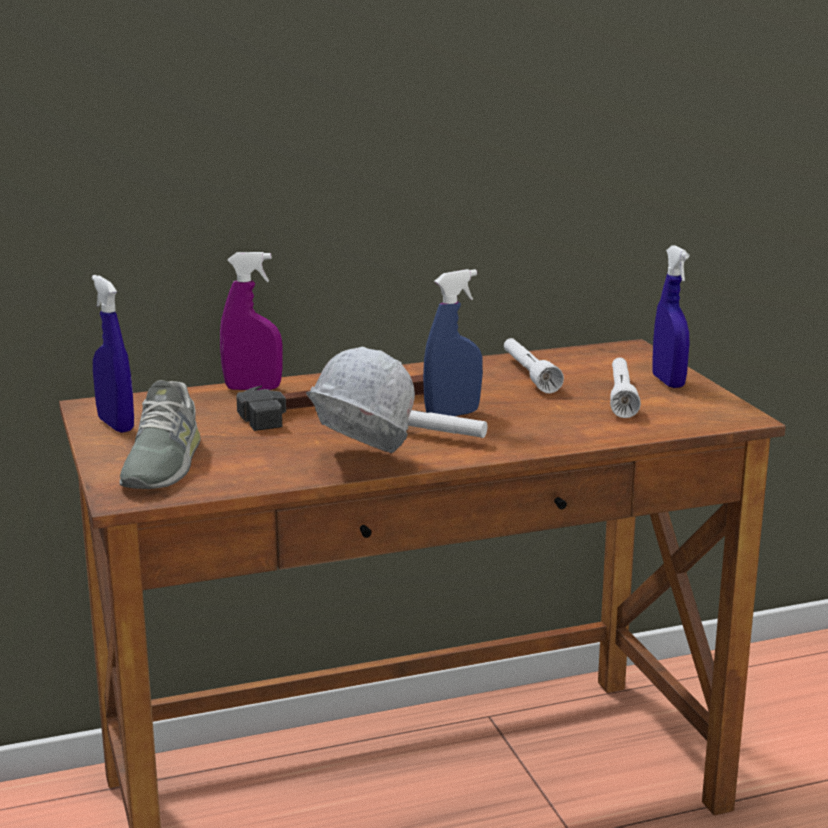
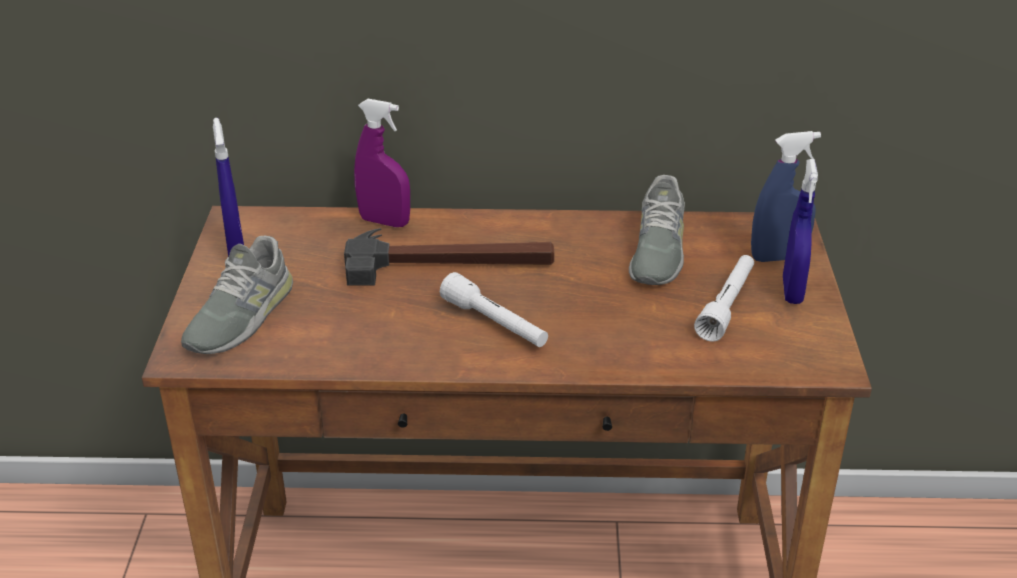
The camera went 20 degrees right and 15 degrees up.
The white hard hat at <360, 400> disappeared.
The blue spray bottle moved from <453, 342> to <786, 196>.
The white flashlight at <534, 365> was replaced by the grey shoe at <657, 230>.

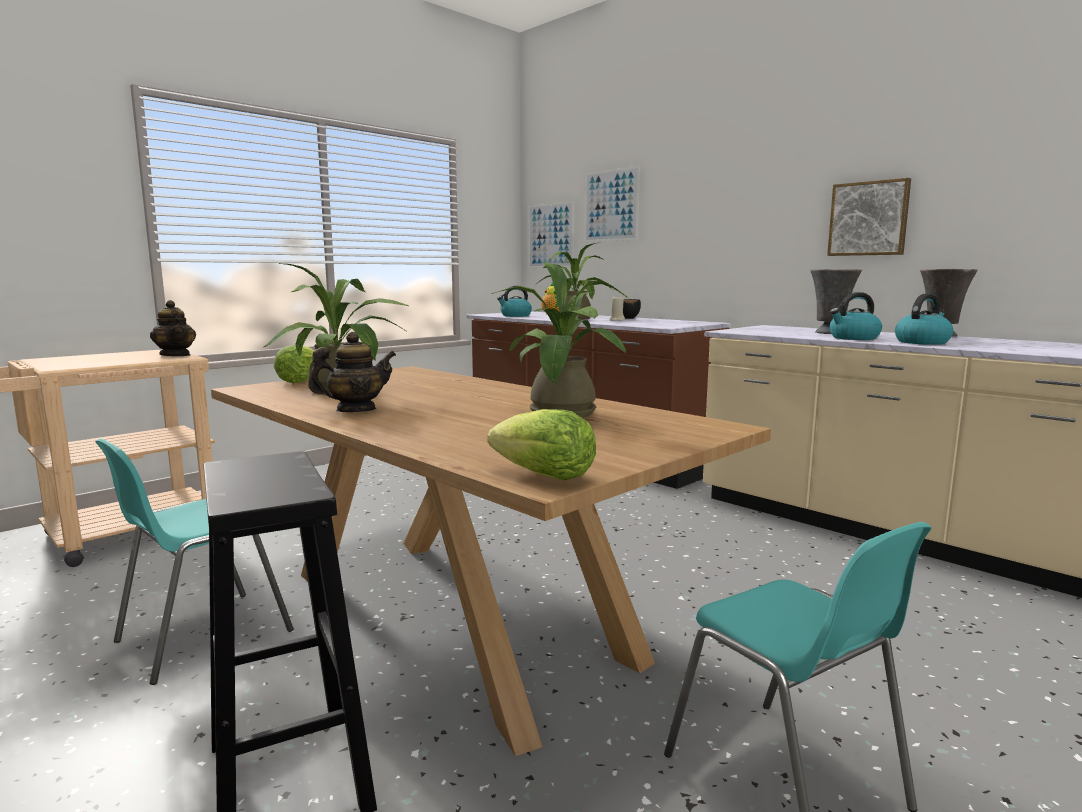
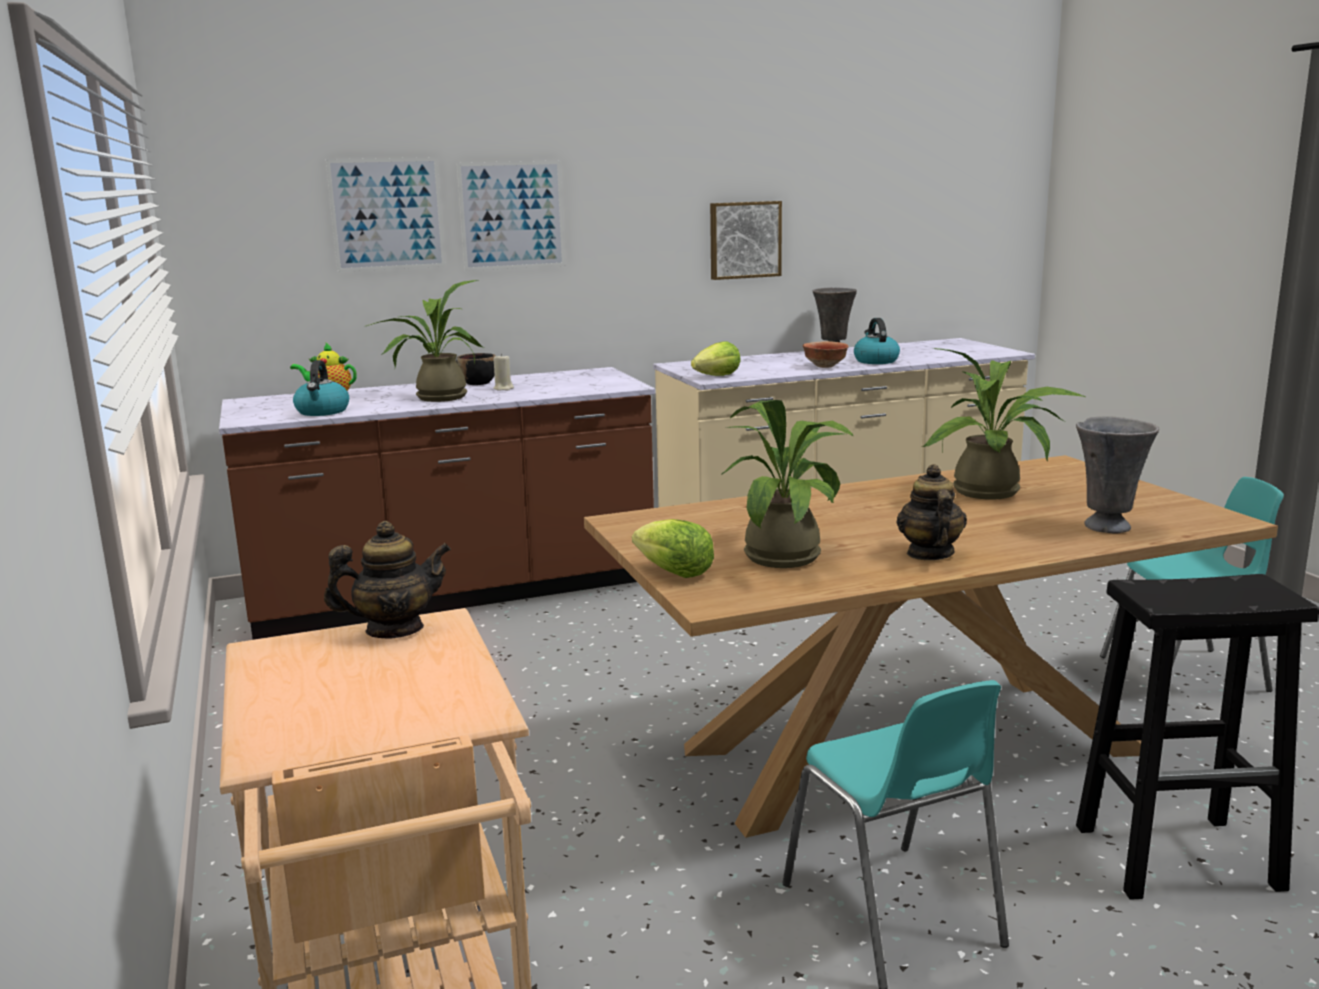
The camera went 65 degrees left and 5 degrees up.
The lettuce moved from <541, 444> to <716, 358>.
The picture moved from <551, 234> to <511, 216>.
The grey vase moved from <836, 301> to <1117, 474>.
The kettle at <855, 316> was replaced by the bowl at <826, 354>.

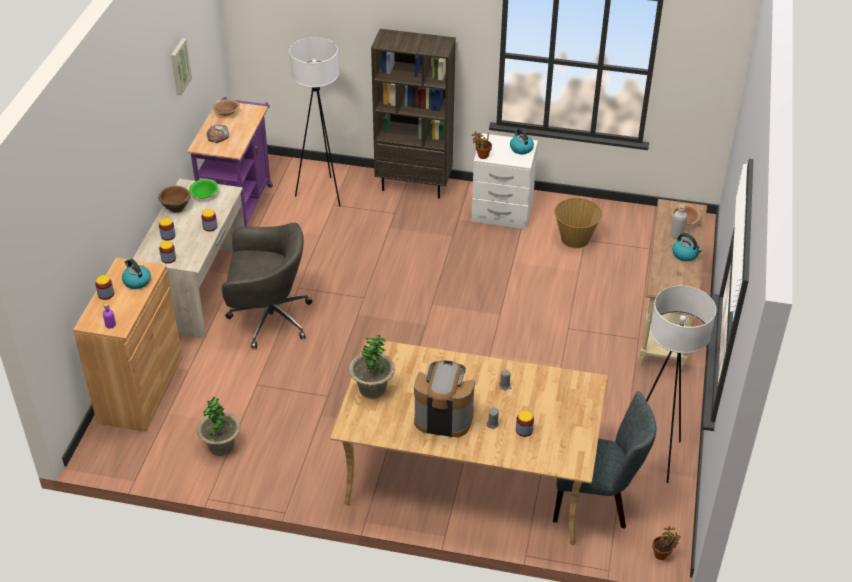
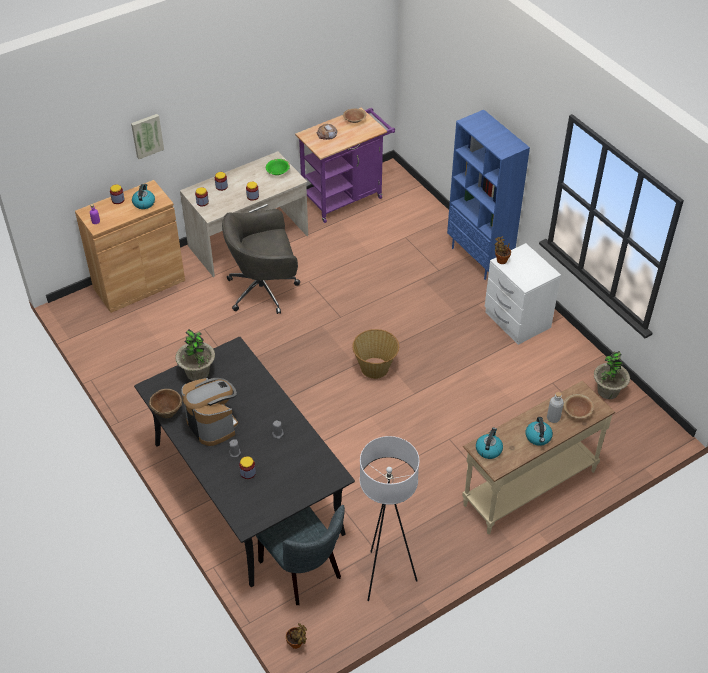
The camera went 45 degrees right and 5 degrees up.
The brown bowl moved from <174, 199> to <165, 403>.
The picture moved from <181, 66> to <147, 136>.
The potted plant moved from <219, 426> to <612, 375>.
The grey office chair at <267, 286> turned 120 degrees clockwise.
The white floor lamp at <315, 121> disappeared.
The beige dining table at <469, 441> became the black dining table at <244, 461>.
The brown bookcase at <413, 114> became the blue bookcase at <488, 195>.
The kettle moved from <522, 141> to <489, 443>.
The basket moved from <578, 223> to <375, 354>.

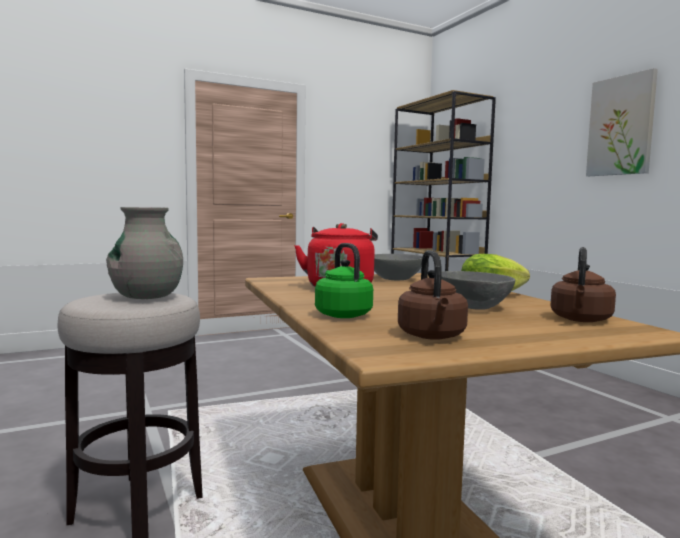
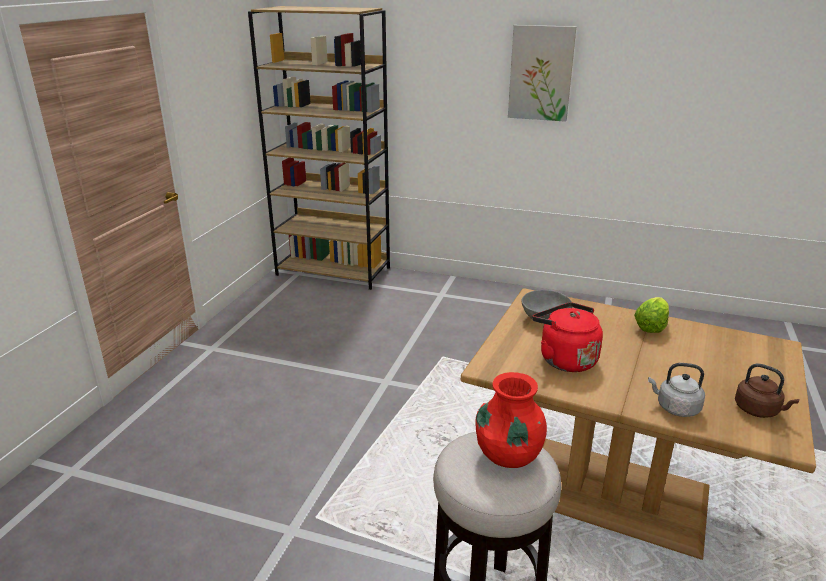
The camera went 45 degrees left and 20 degrees up.
The grey vase at <144, 253> became the red vase at <511, 420>.
The green kettle at <344, 280> became the grey kettle at <676, 390>.
The grey bowl at <478, 290> disappeared.
The brown kettle at <583, 284> disappeared.

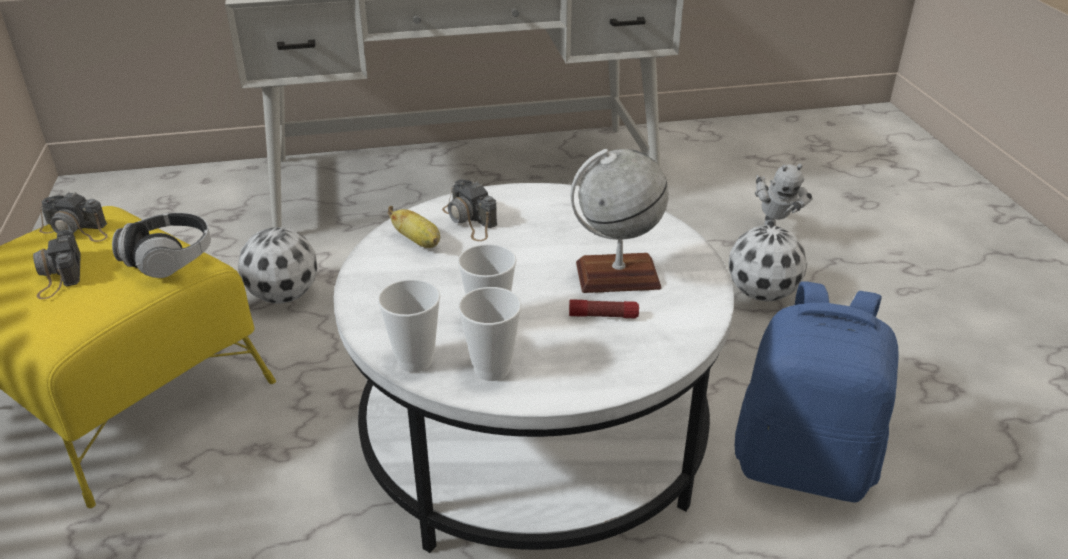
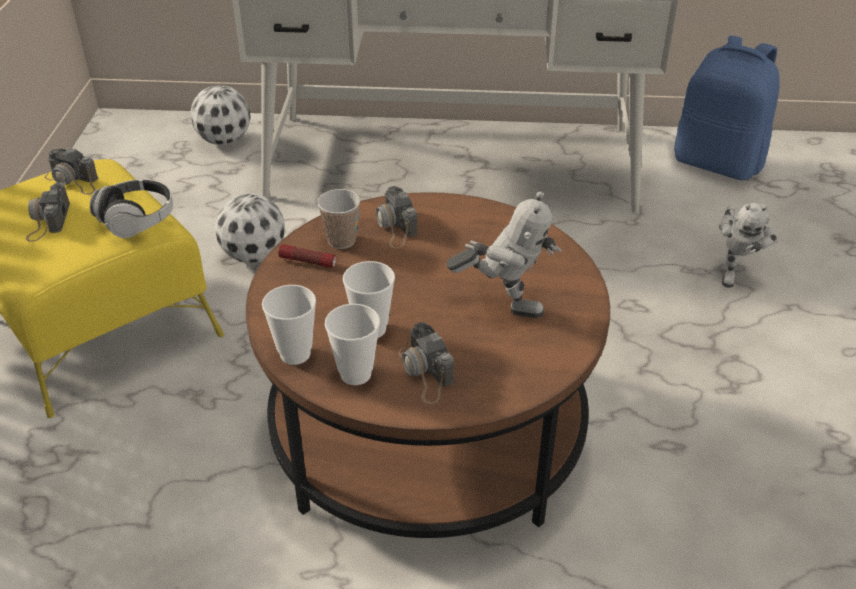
The camera went 15 degrees right and 5 degrees up.
The white coffee table at <534, 368> became the brown coffee table at <428, 365>.
The banana at <414, 227> was replaced by the cup at <338, 219>.
The flashlight moved from <604, 308> to <307, 256>.
The globe at <620, 221> was replaced by the toy robot at <503, 254>.
The football moved from <768, 263> to <220, 115>.
The blue backpack moved from <817, 391> to <727, 108>.
The photo camera at <426, 363> appeared.

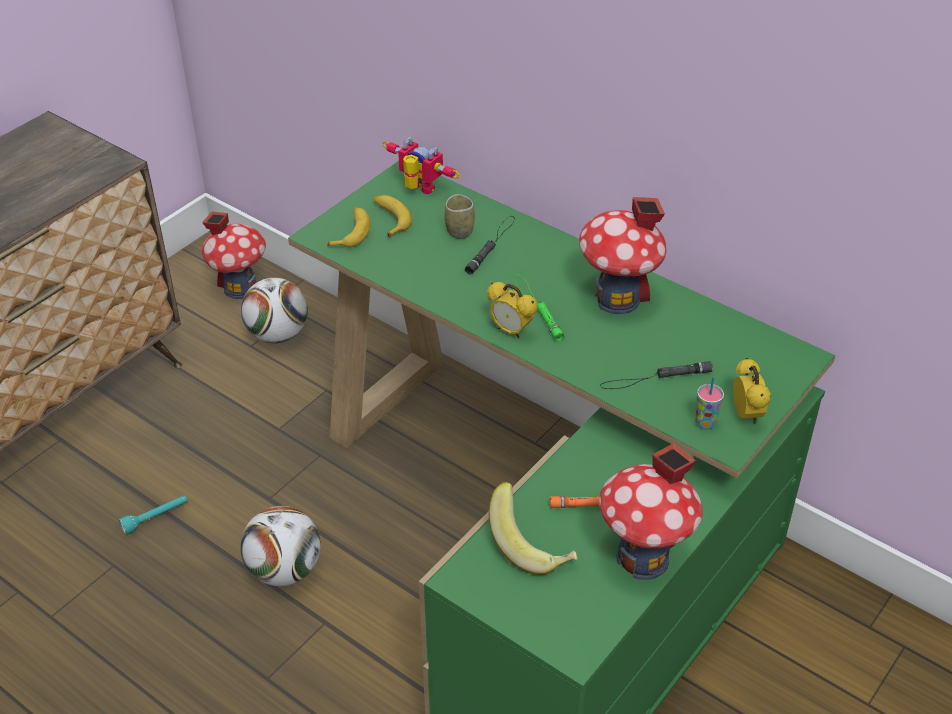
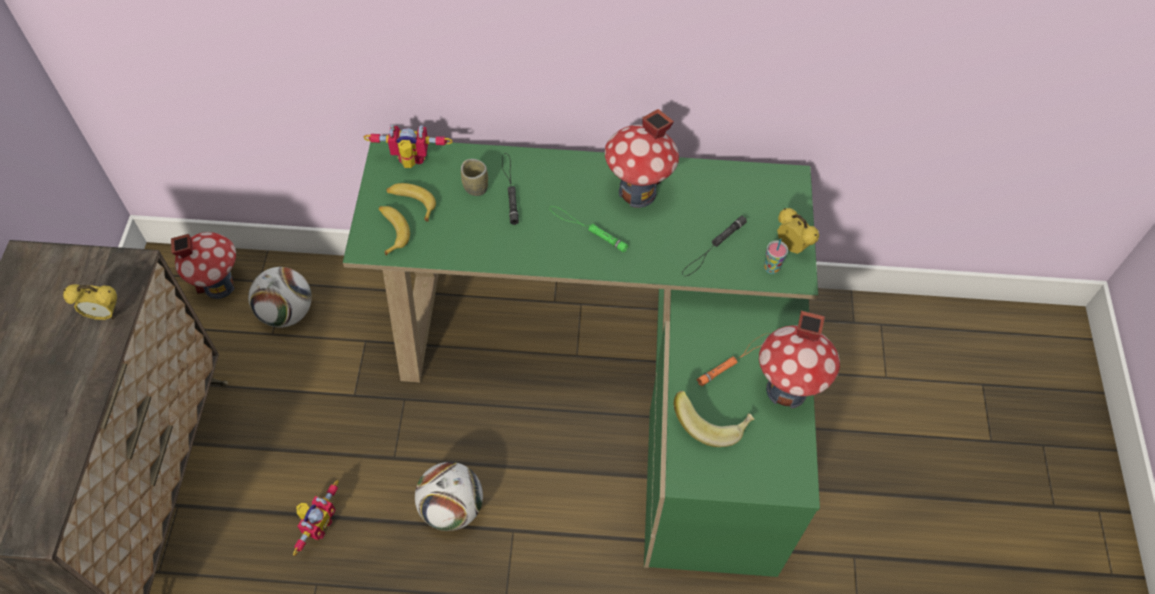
The camera went 35 degrees left and 15 degrees up.
The turquoise flashlight at <153, 515> was replaced by the toy robot at <316, 518>.
The alarm clock moved from <512, 310> to <90, 302>.

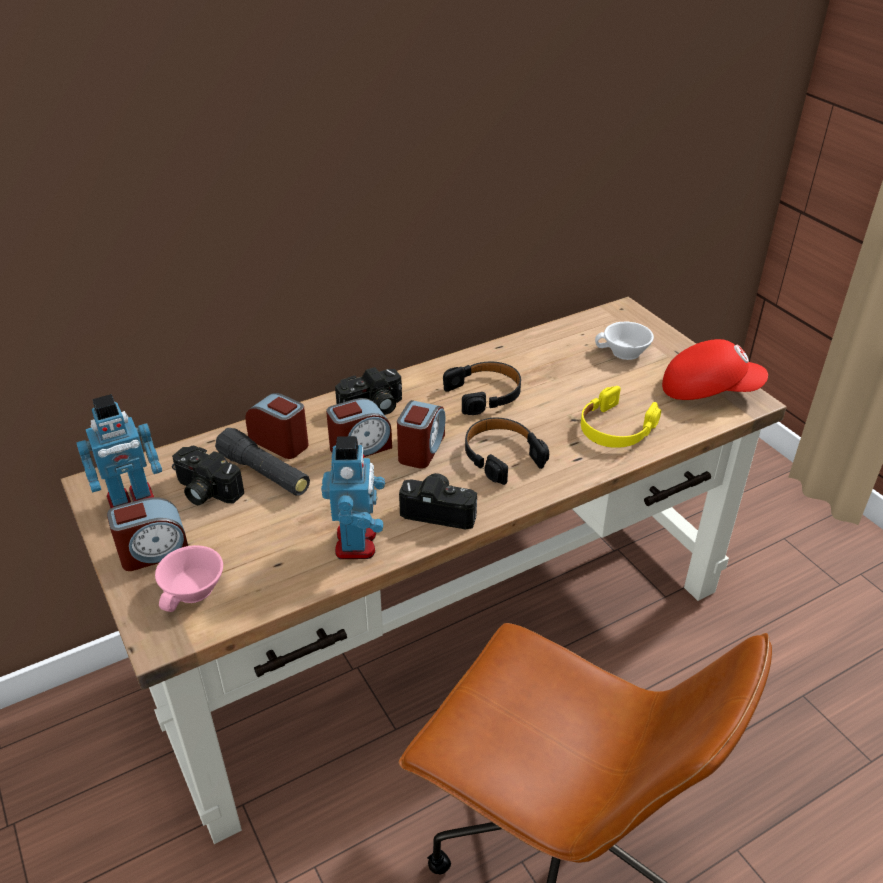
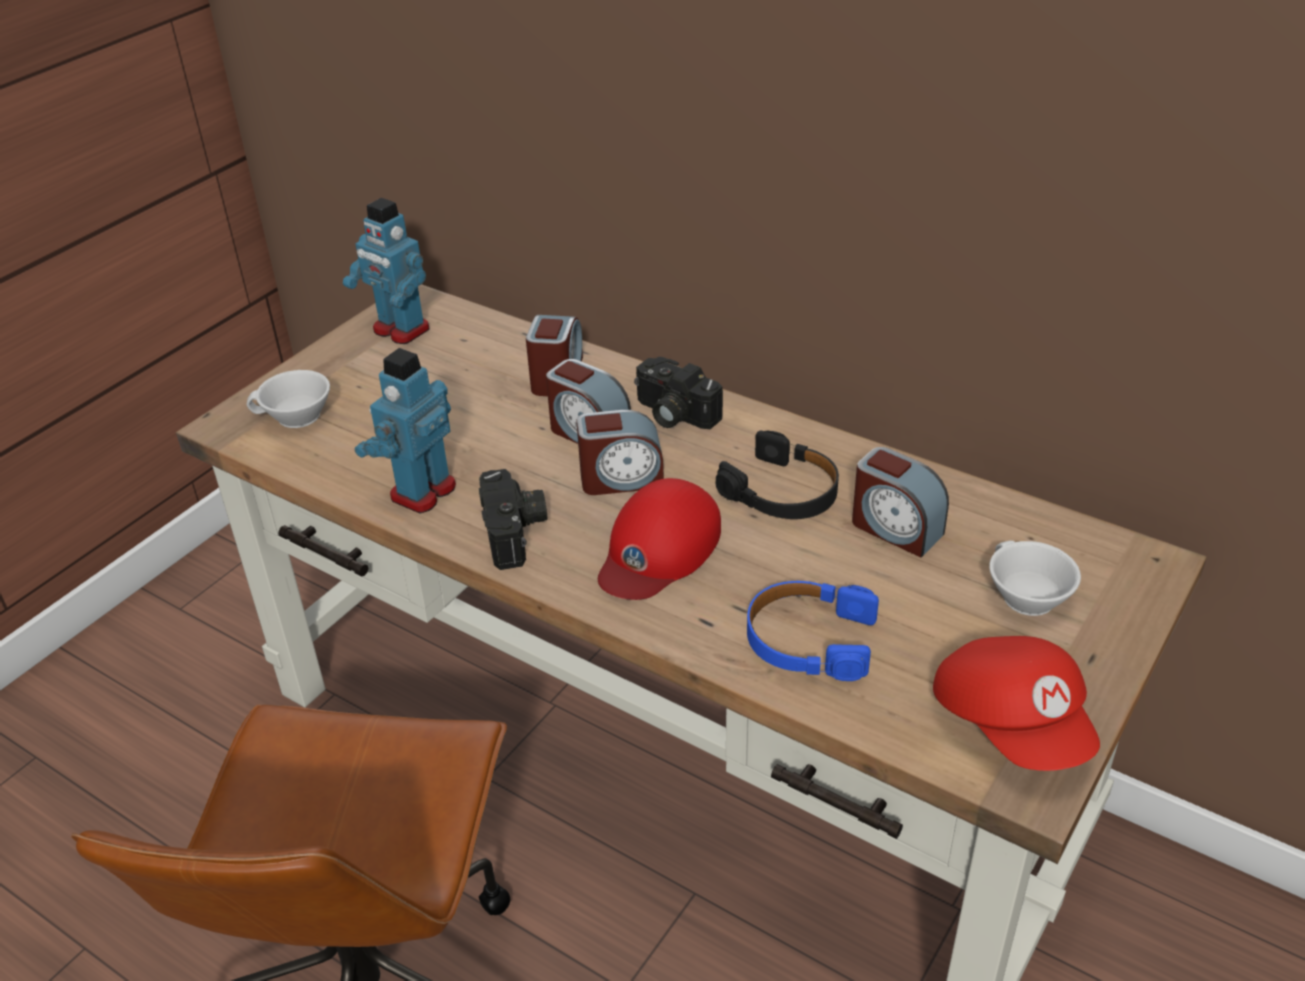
The camera went 65 degrees right and 0 degrees up.
The alarm clock moved from <147, 534> to <900, 502>.
The pink cup at <189, 578> became the white cup at <288, 399>.
The photo camera at <208, 475> disappeared.
The black flashlight at <262, 462> disappeared.
The toy robot at <353, 497> turned 150 degrees clockwise.
The black headphones at <507, 451> was replaced by the red cap at <659, 539>.
The yellow headphones at <621, 417> became the blue headphones at <813, 631>.

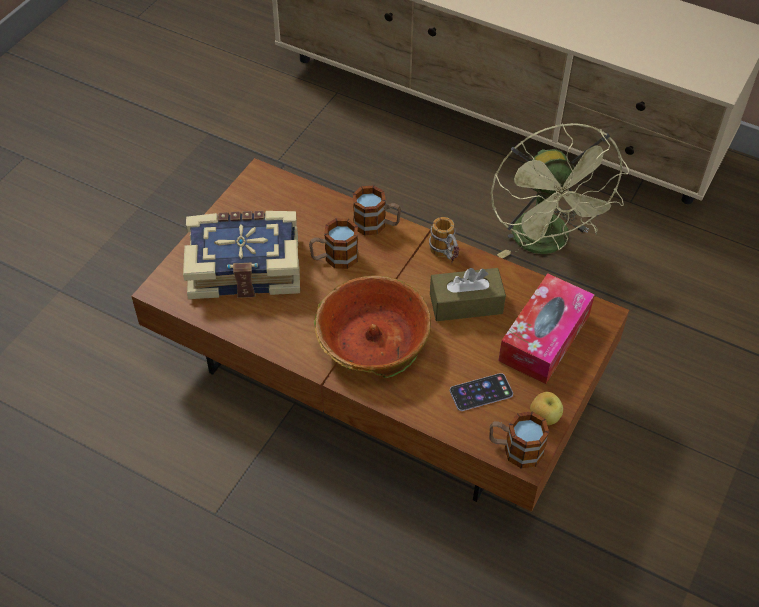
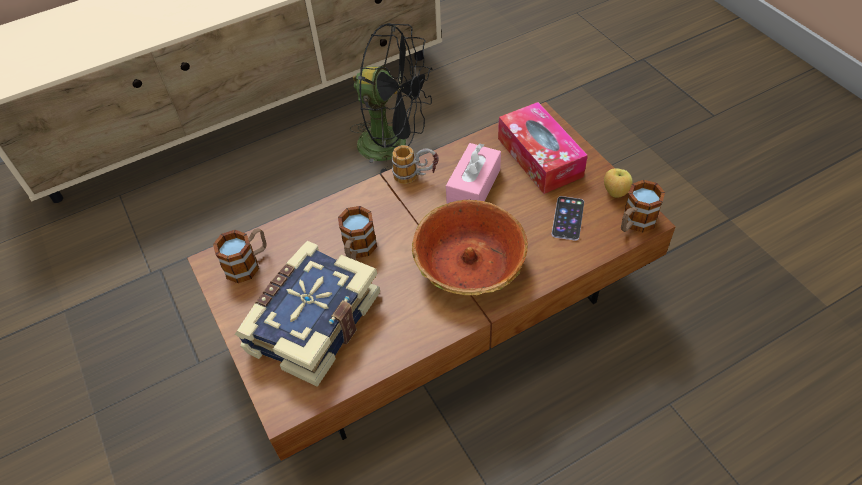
The camera went 55 degrees left and 0 degrees up.
The mug moved from <377, 210> to <240, 255>.
The brown tissue box at <468, 294> became the pink tissue box at <473, 173>.
The green fan at <560, 191> became the black fan at <391, 98>.

